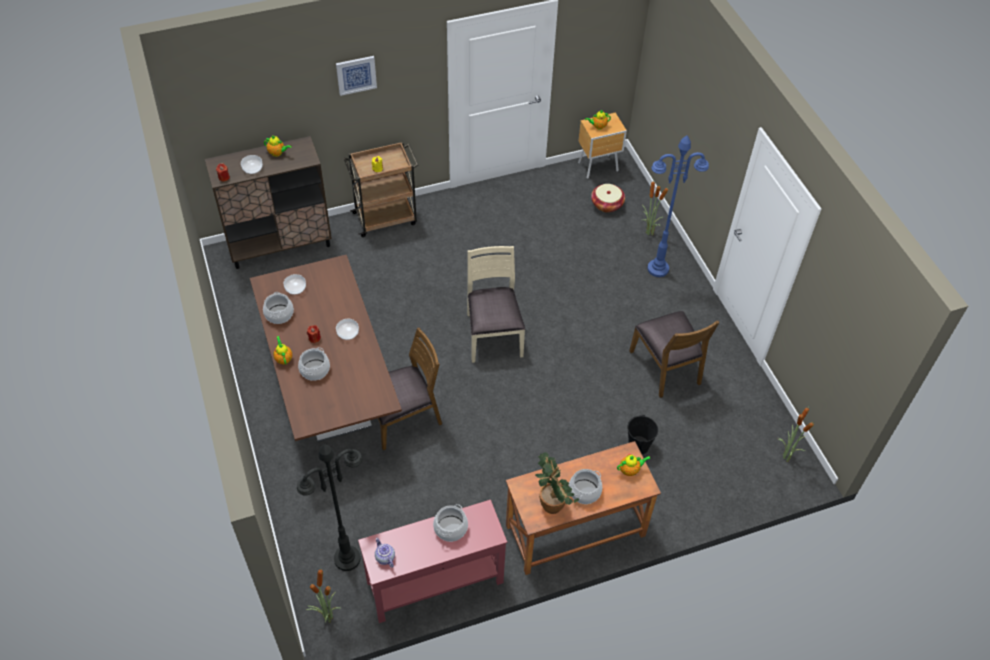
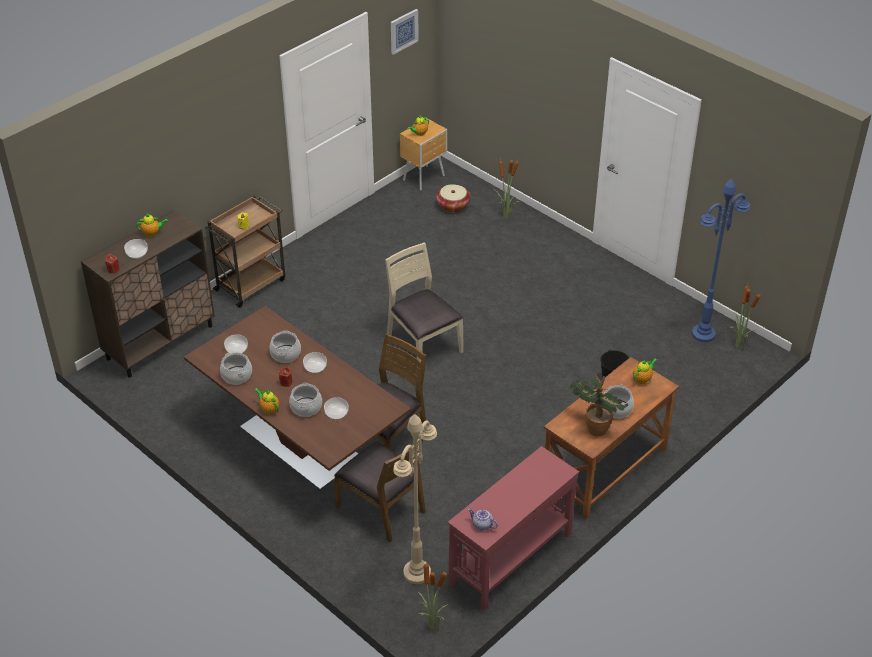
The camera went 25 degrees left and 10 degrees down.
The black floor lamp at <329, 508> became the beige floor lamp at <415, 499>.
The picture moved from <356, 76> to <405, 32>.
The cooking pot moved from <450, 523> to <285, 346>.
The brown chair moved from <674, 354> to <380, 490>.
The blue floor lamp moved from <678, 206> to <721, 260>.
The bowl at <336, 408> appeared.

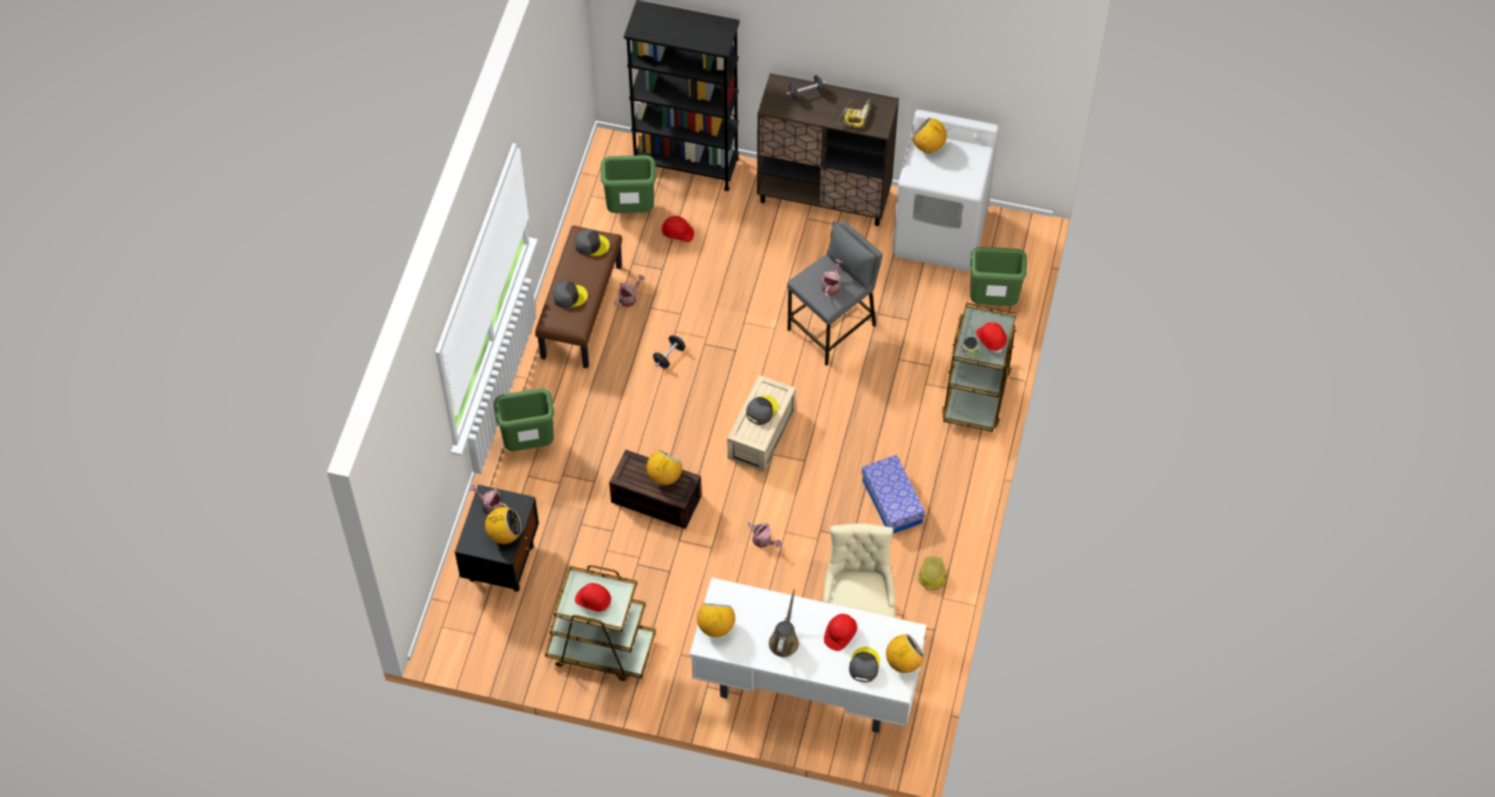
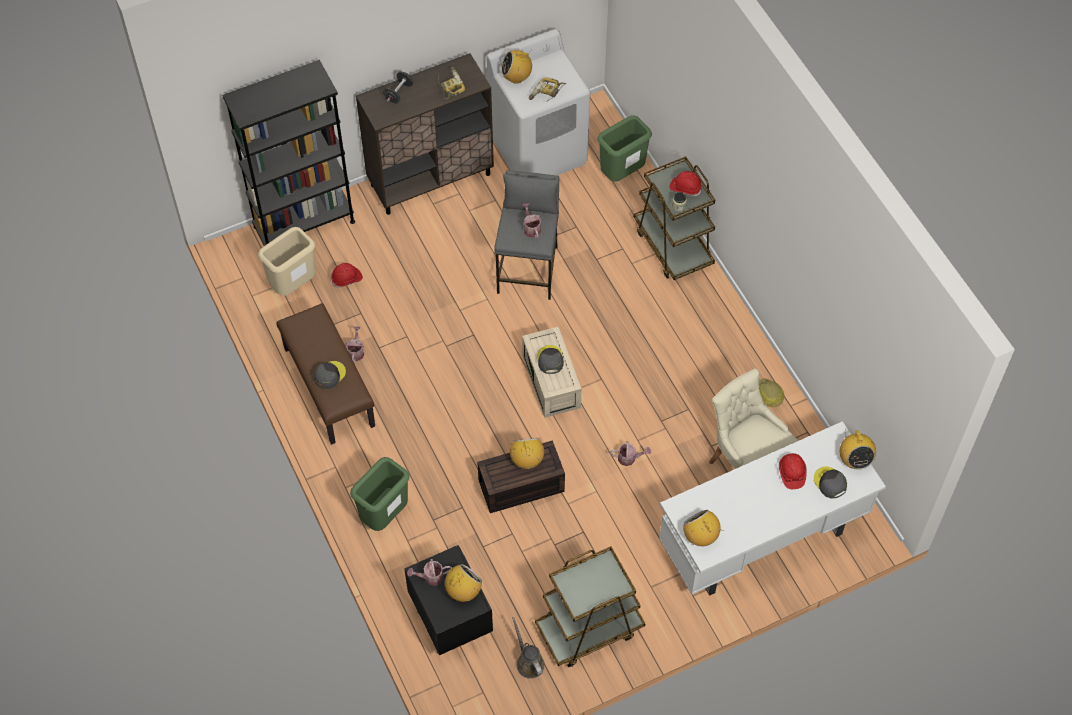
The camera went 40 degrees left and 0 degrees up.
The grey cap at <592, 242> disappeared.
The red hard hat at <593, 597> disappeared.
The green trash can at <628, 184> became the beige trash can at <286, 261>.
The black dumbbell at <669, 351> disappeared.
The brown watering can moved from <784, 623> to <528, 648>.
The storage box at <893, 494> disappeared.
The radio at <905, 653> turned 150 degrees clockwise.
The power drill at <547, 89> appeared.

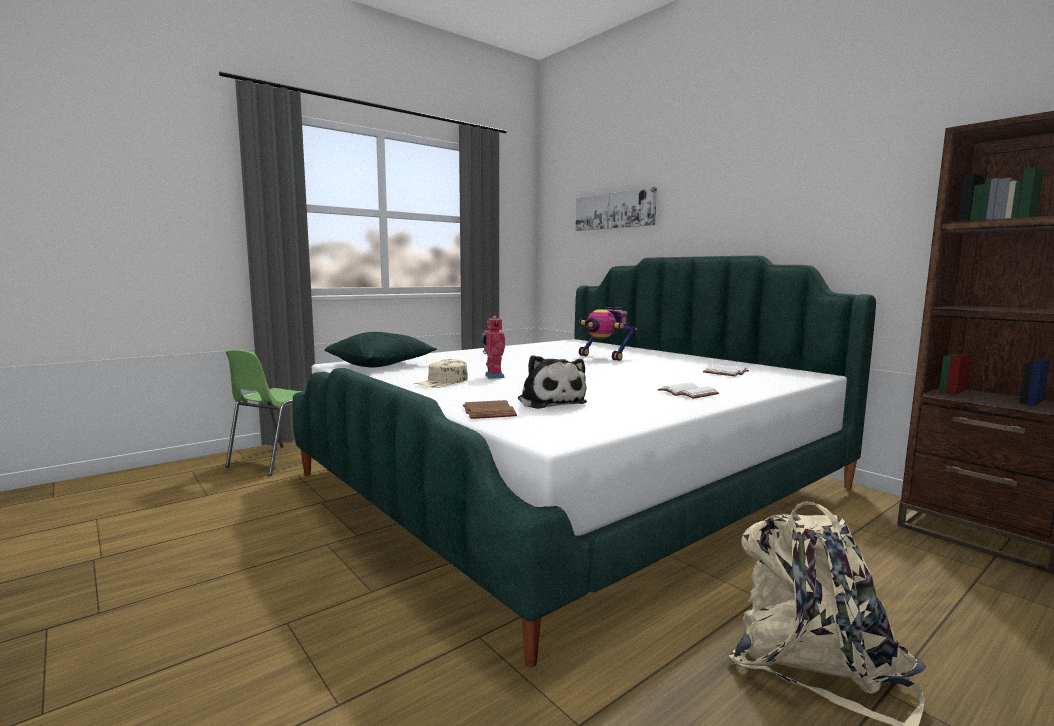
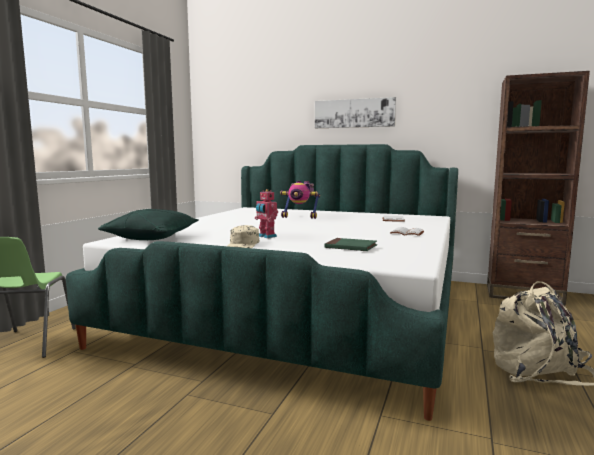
The camera went 30 degrees left and 0 degrees up.
The brown book at <490, 409> disappeared.
The plush toy at <552, 382> was replaced by the green book at <350, 244>.
The picture moved from <616, 209> to <355, 112>.

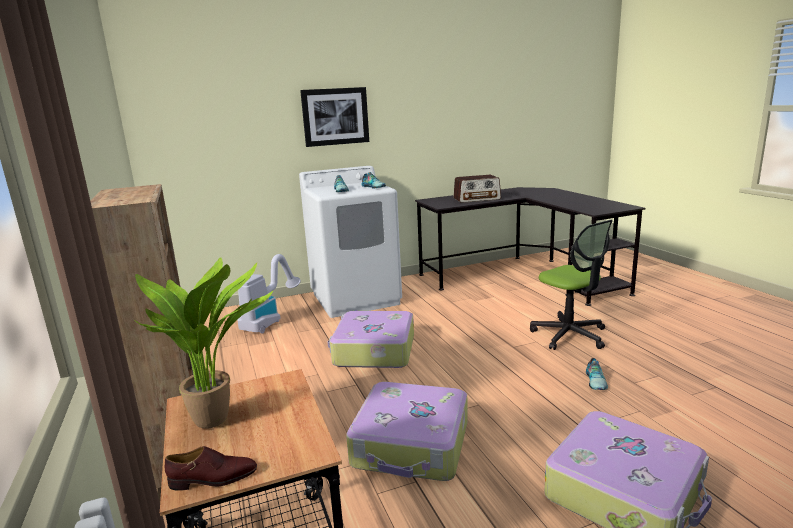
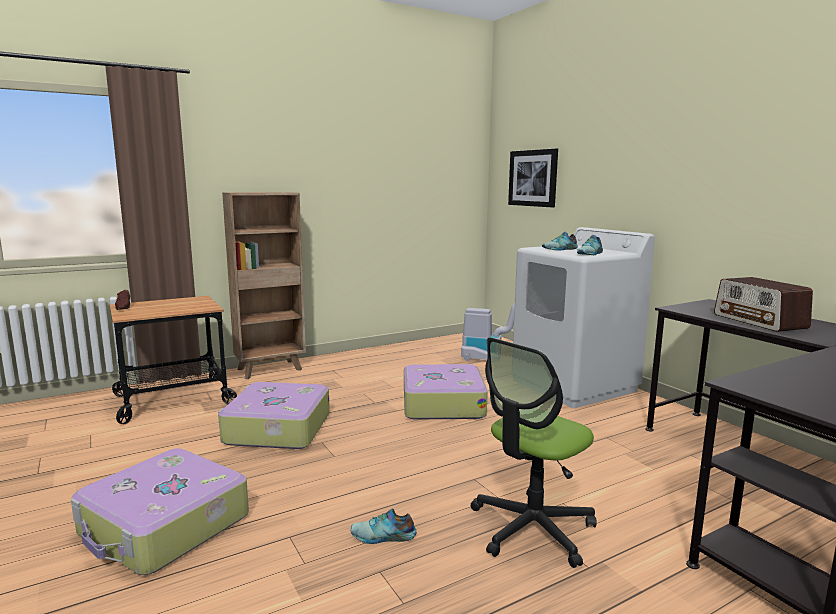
The camera went 80 degrees right and 5 degrees down.
The potted plant at <203, 343> disappeared.
The picture moved from <334, 117> to <533, 178>.

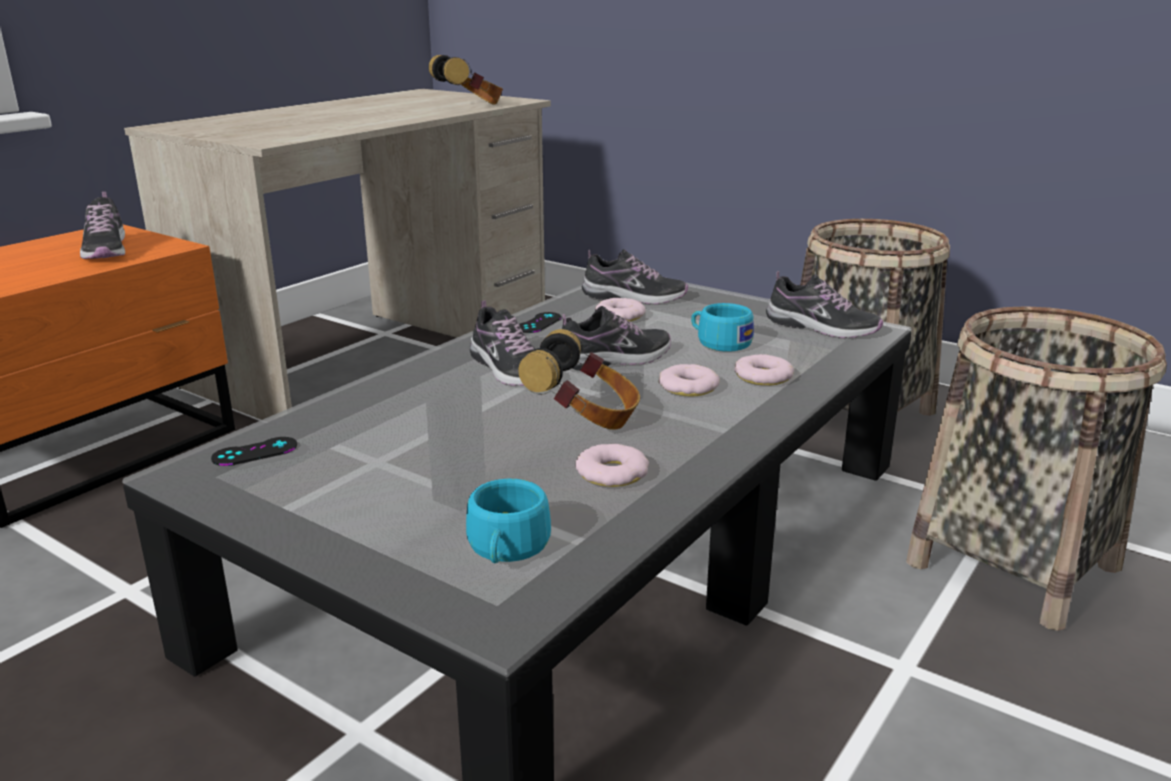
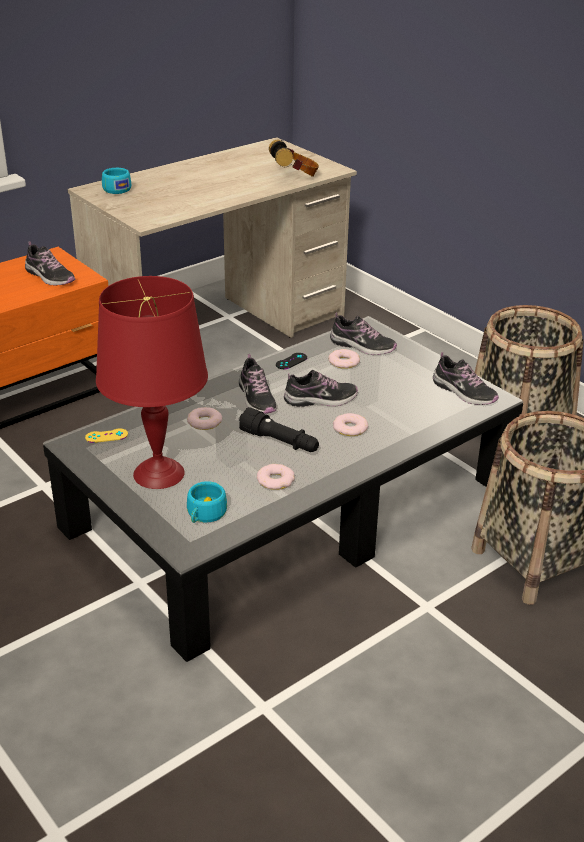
The camera went 15 degrees right and 10 degrees up.
The shoe at <102, 225> turned 45 degrees counterclockwise.
The black game controller at <254, 451> became the yellow game controller at <106, 436>.
The headphones at <579, 379> was replaced by the black flashlight at <279, 429>.
The turquoise cup moved from <722, 327> to <117, 181>.
The donut moved from <764, 370> to <204, 418>.
The red table lamp at <152, 382> appeared.

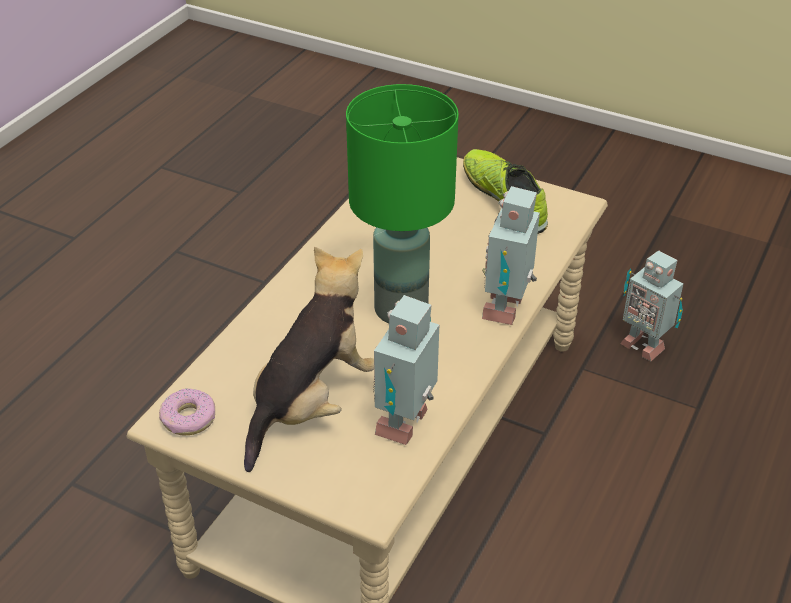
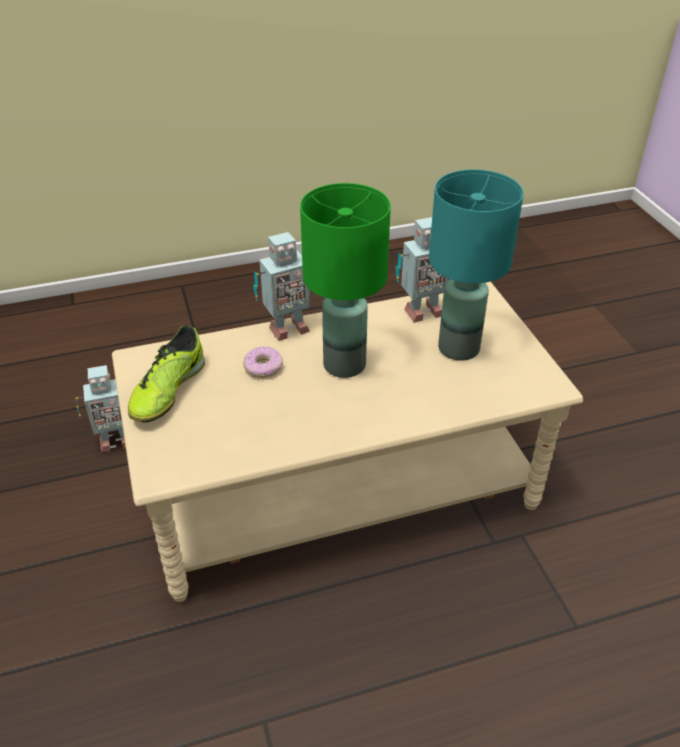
The camera went 135 degrees left and 0 degrees up.
The donut moved from <187, 411> to <263, 362>.
The plush toy at <309, 359> was replaced by the turquoise table lamp at <476, 265>.
The toy robot at <651, 305> turned 75 degrees clockwise.

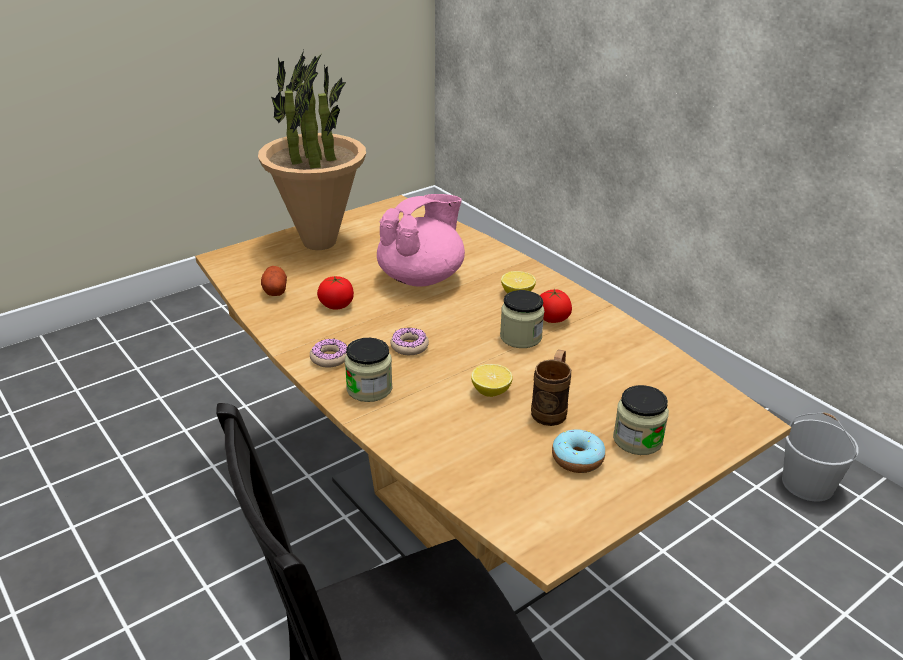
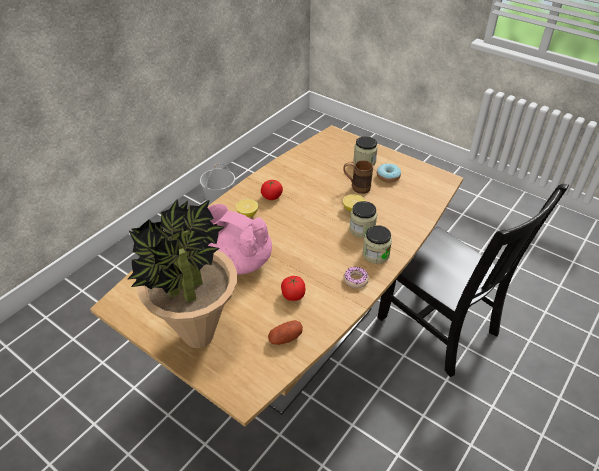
The camera went 105 degrees left and 10 degrees up.
The donut at <409, 341> disappeared.
The jar moved from <522, 319> to <363, 219>.

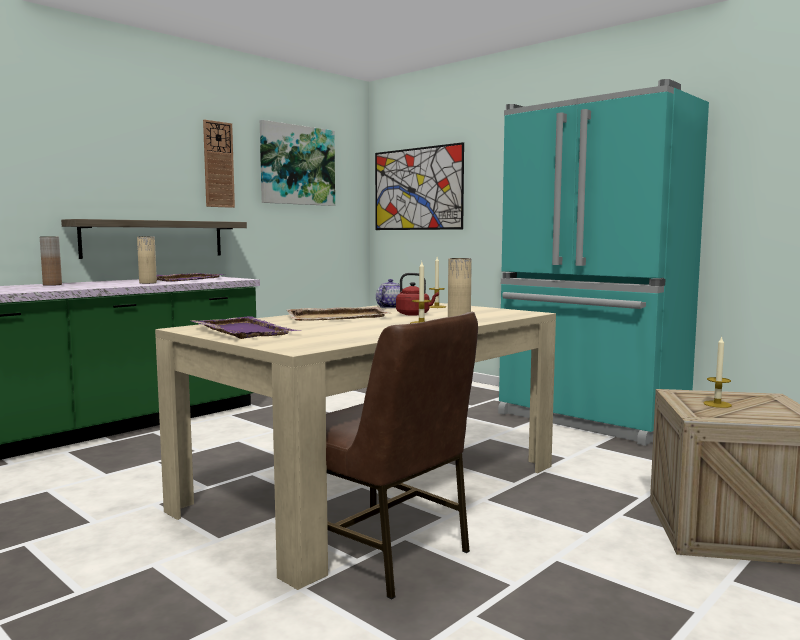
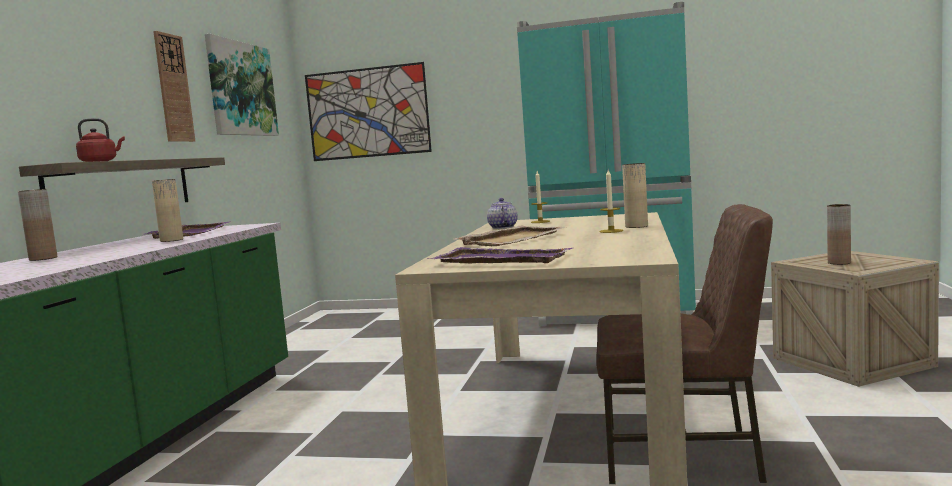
The camera went 30 degrees left and 0 degrees up.
The red kettle moved from <417, 294> to <100, 140>.
The candle at <717, 372> was replaced by the brown vase at <839, 234>.

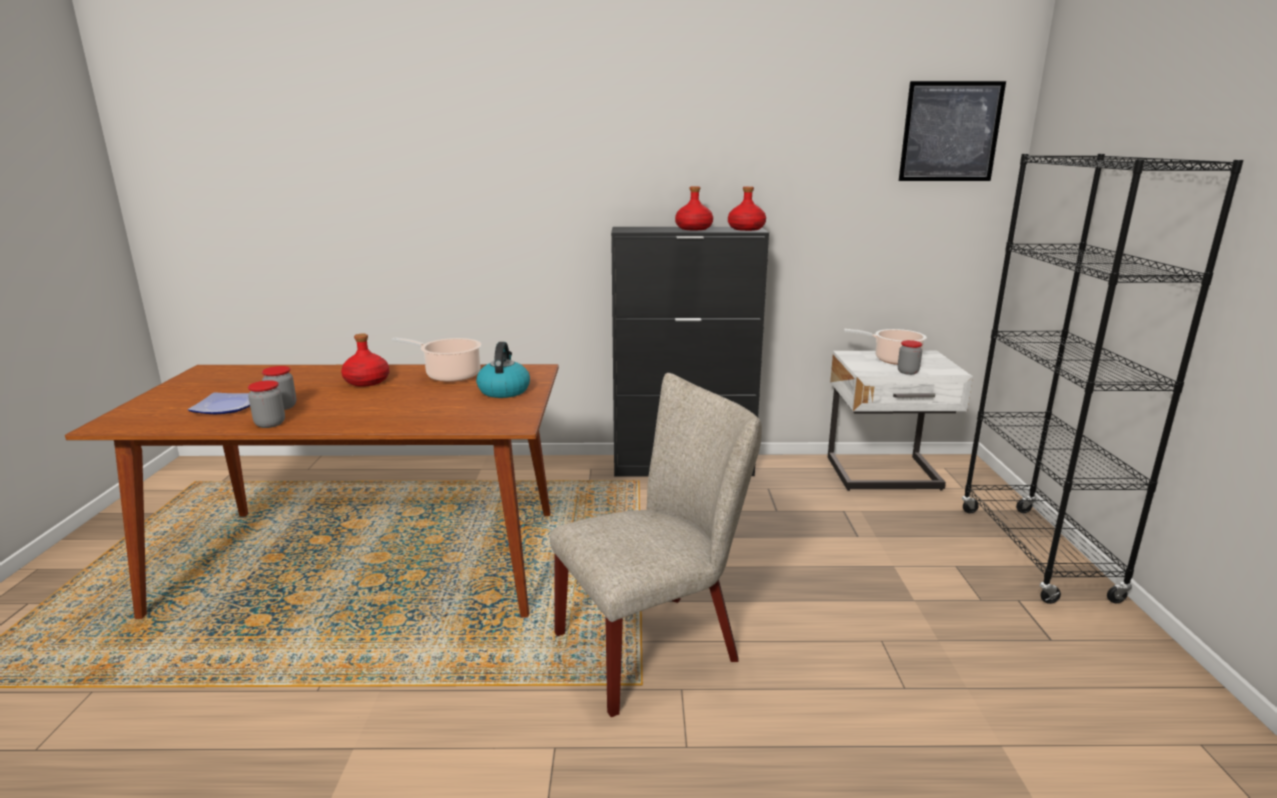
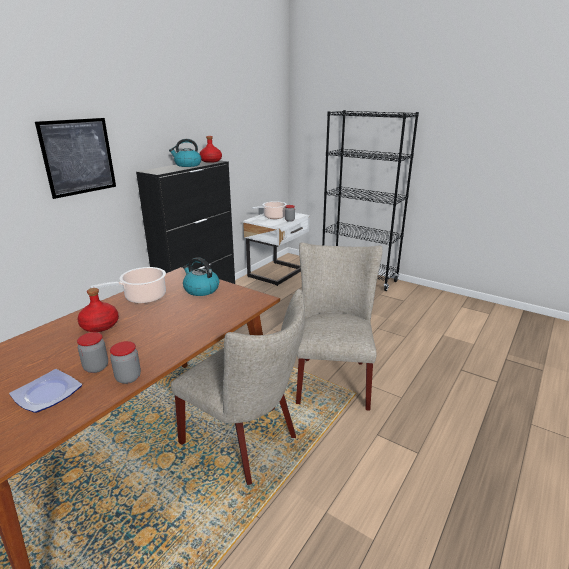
The camera went 55 degrees left and 5 degrees up.
The red bottle at <694, 208> was replaced by the kettle at <185, 153>.
The picture moved from <952, 131> to <75, 158>.
The beige chair at <238, 387> appeared.

